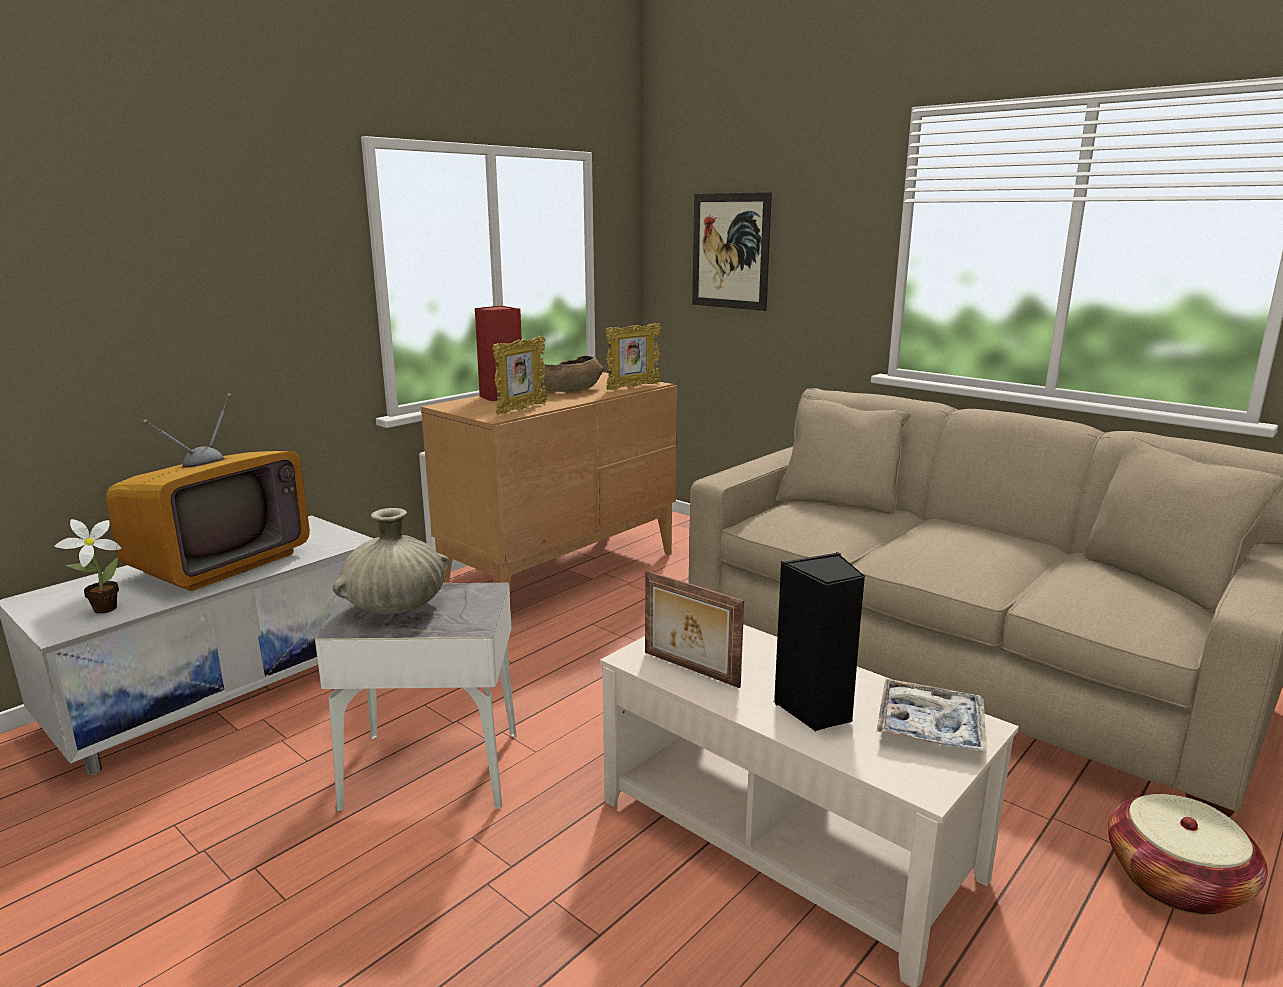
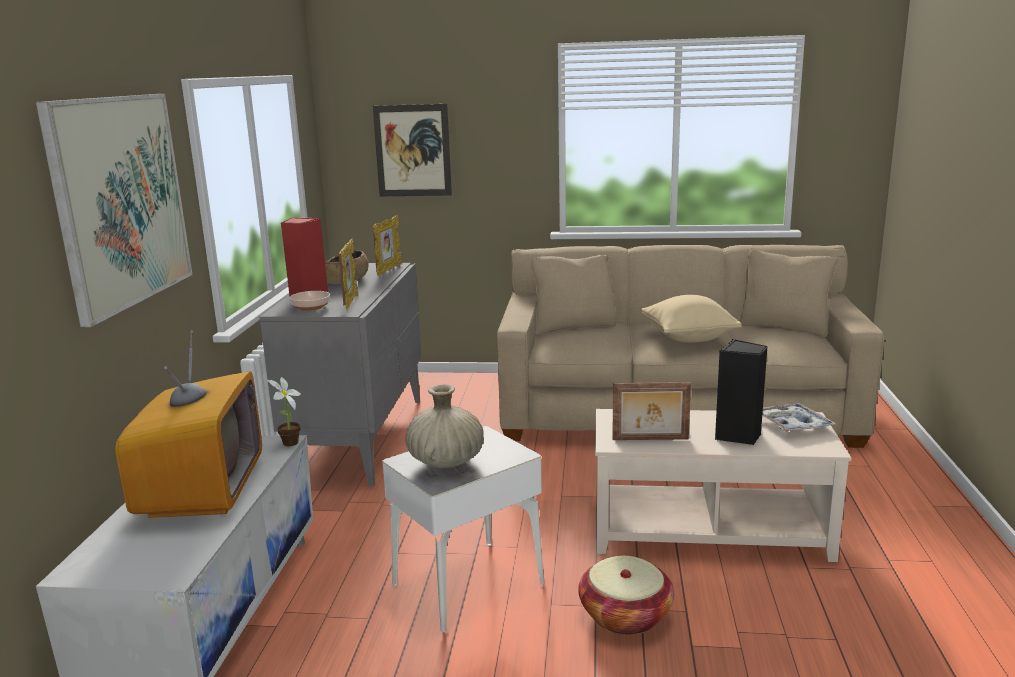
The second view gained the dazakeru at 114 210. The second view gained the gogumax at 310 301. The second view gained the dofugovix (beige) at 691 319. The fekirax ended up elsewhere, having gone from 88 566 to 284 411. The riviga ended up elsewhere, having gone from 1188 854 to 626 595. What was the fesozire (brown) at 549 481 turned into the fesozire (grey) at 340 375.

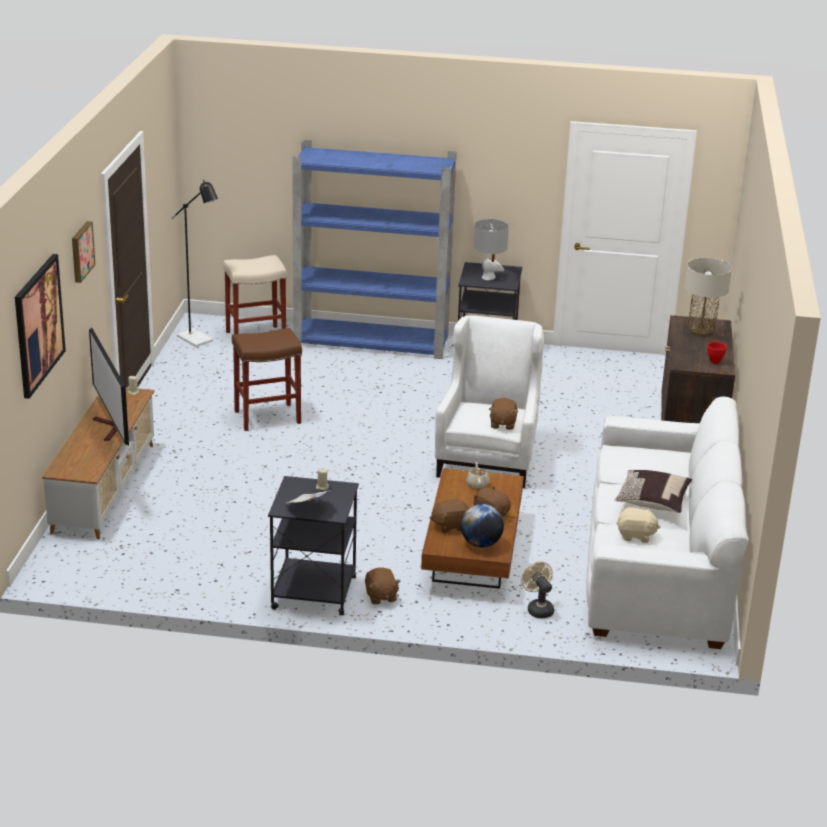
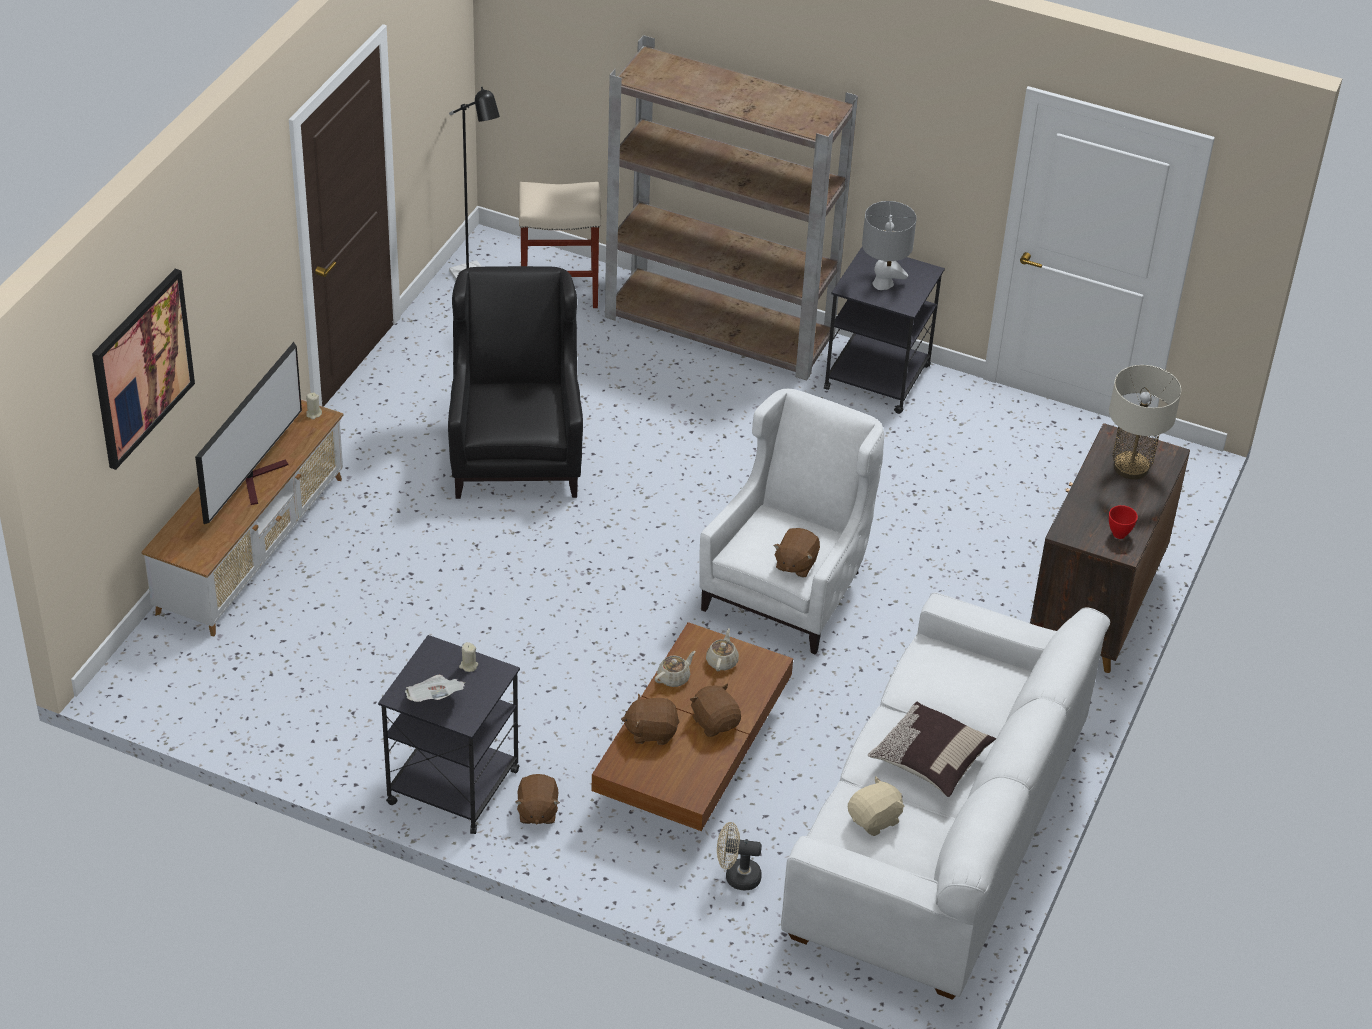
The second view lost the dazakeru at 83 252. The second view lost the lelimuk at 482 525. The second view gained the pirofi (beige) at 675 669. Where the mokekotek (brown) stood at 267 379, the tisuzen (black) came to stand at 515 382. What was the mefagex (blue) at 374 249 turned into the mefagex (brown) at 731 207. The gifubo at 109 386 ended up facing another way, 150 degrees counterclockwise from before. The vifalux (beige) at 537 590 ended up facing another way, 75 degrees counterclockwise from before. The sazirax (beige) at 638 525 ended up facing another way, 60 degrees counterclockwise from before.

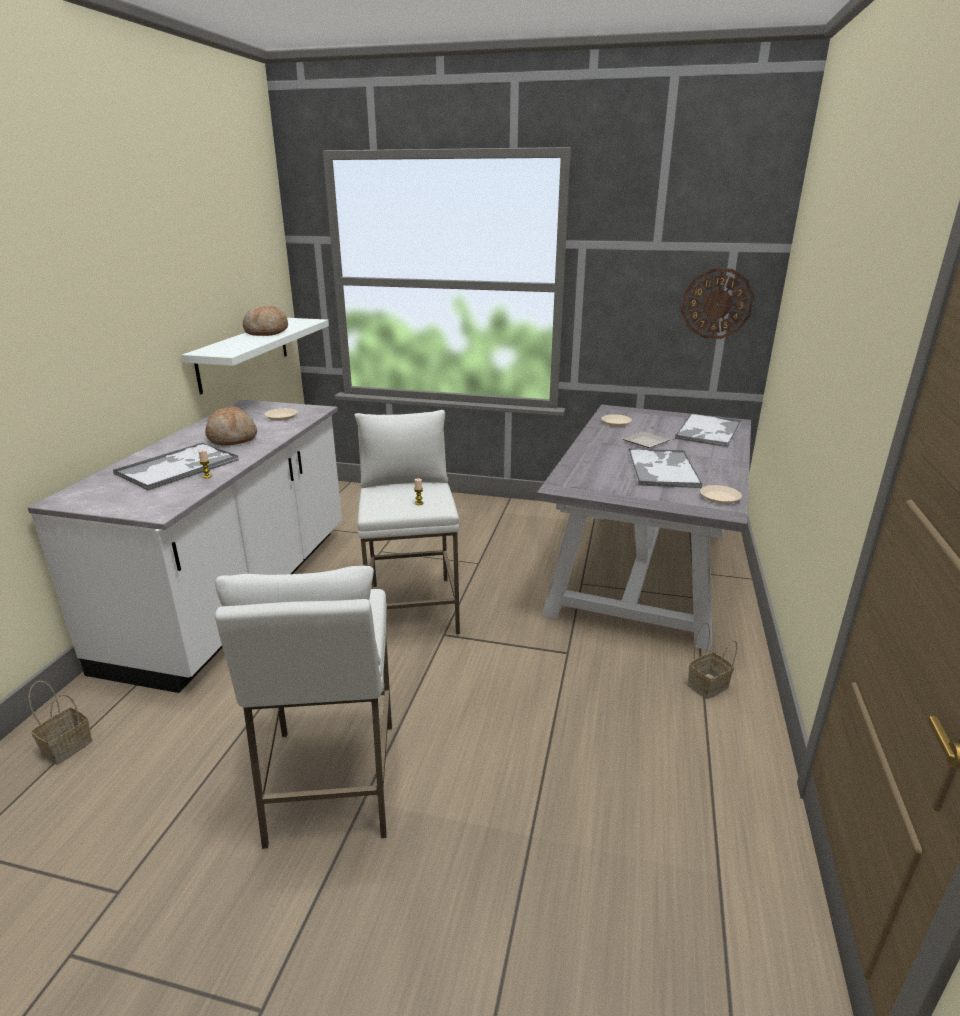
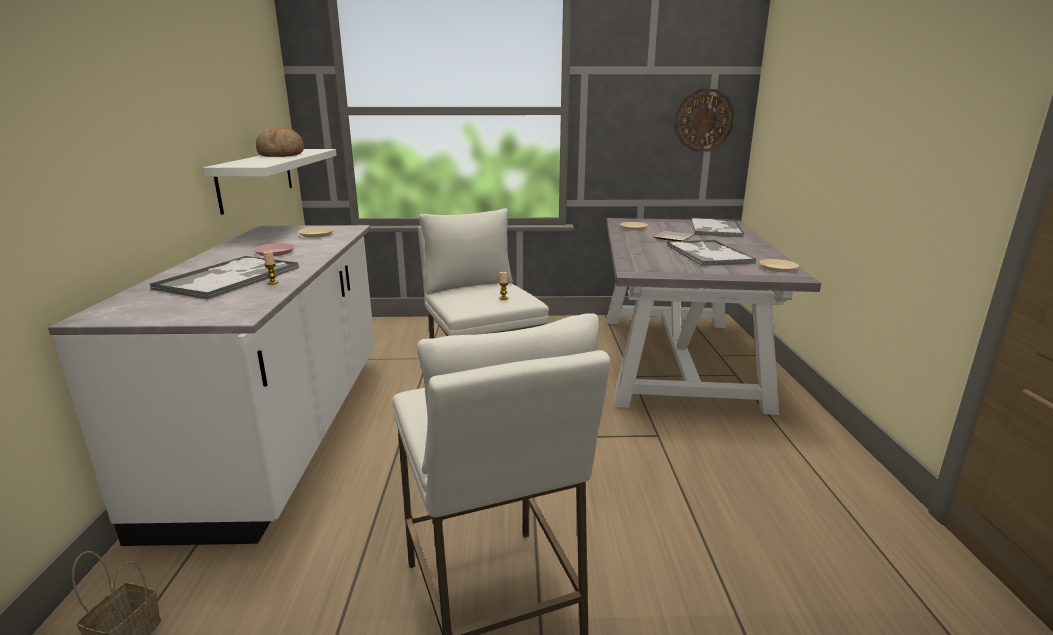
The second view lost the riviga at 712 661. Where the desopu stood at 231 426, the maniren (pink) came to stand at 274 249.

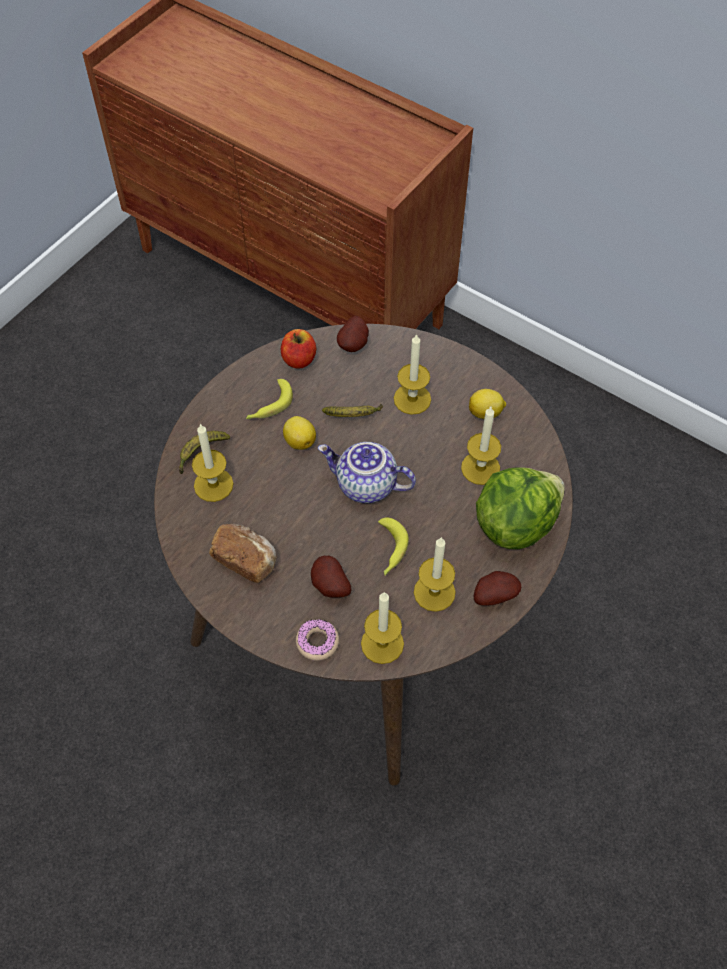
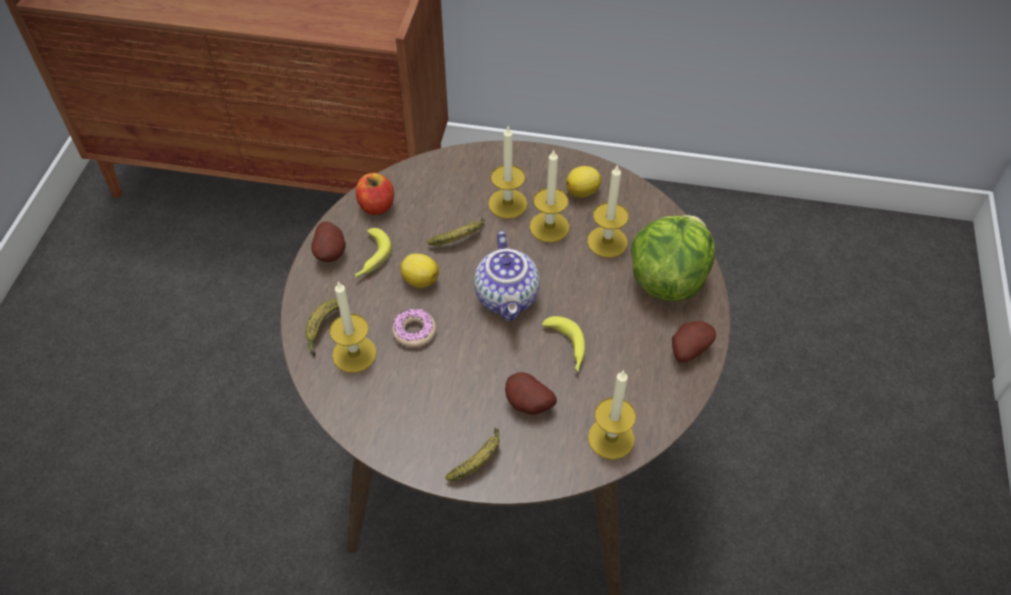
The second view lost the desopu at 243 553. The second view gained the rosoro at 472 454. The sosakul ended up elsewhere, having gone from 317 640 to 414 328. The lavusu ended up elsewhere, having gone from 353 334 to 328 241. The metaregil ended up elsewhere, having gone from 435 574 to 549 196. The pirofi at 367 472 ended up facing another way, 90 degrees counterclockwise from before.

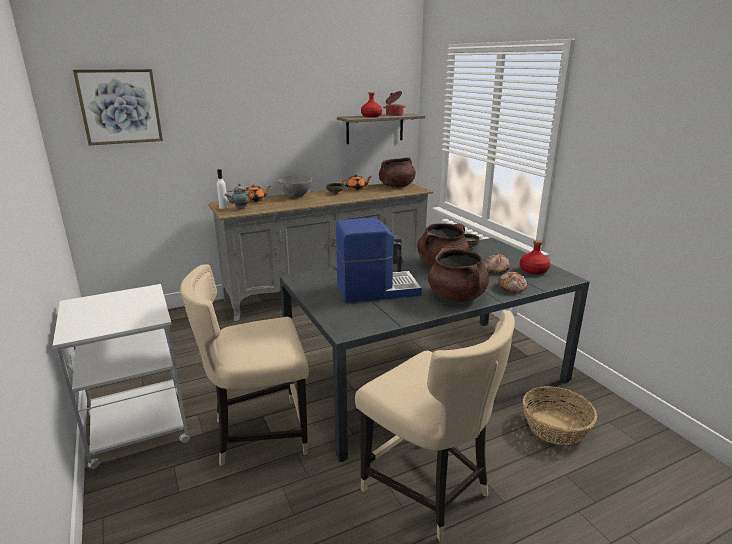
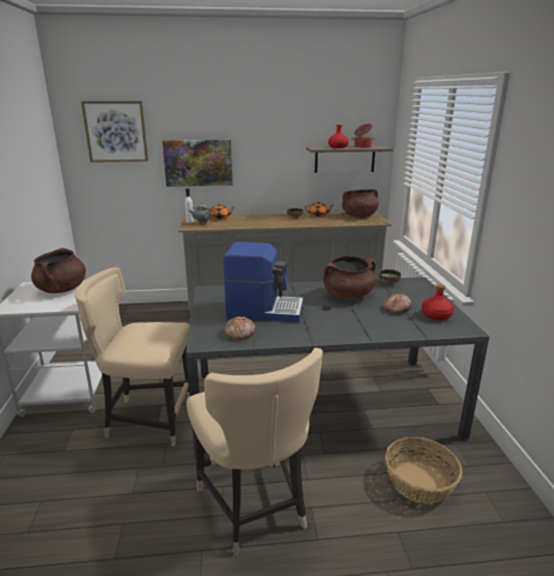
The second view lost the gogumax (grey) at 294 186. The second view gained the dazakeru at 197 163. The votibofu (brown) ended up elsewhere, having gone from 458 275 to 58 270. The desopu ended up elsewhere, having gone from 512 282 to 239 327.

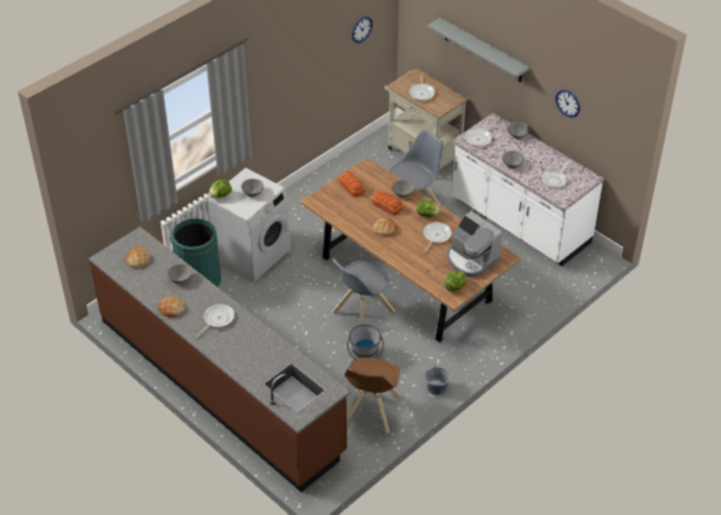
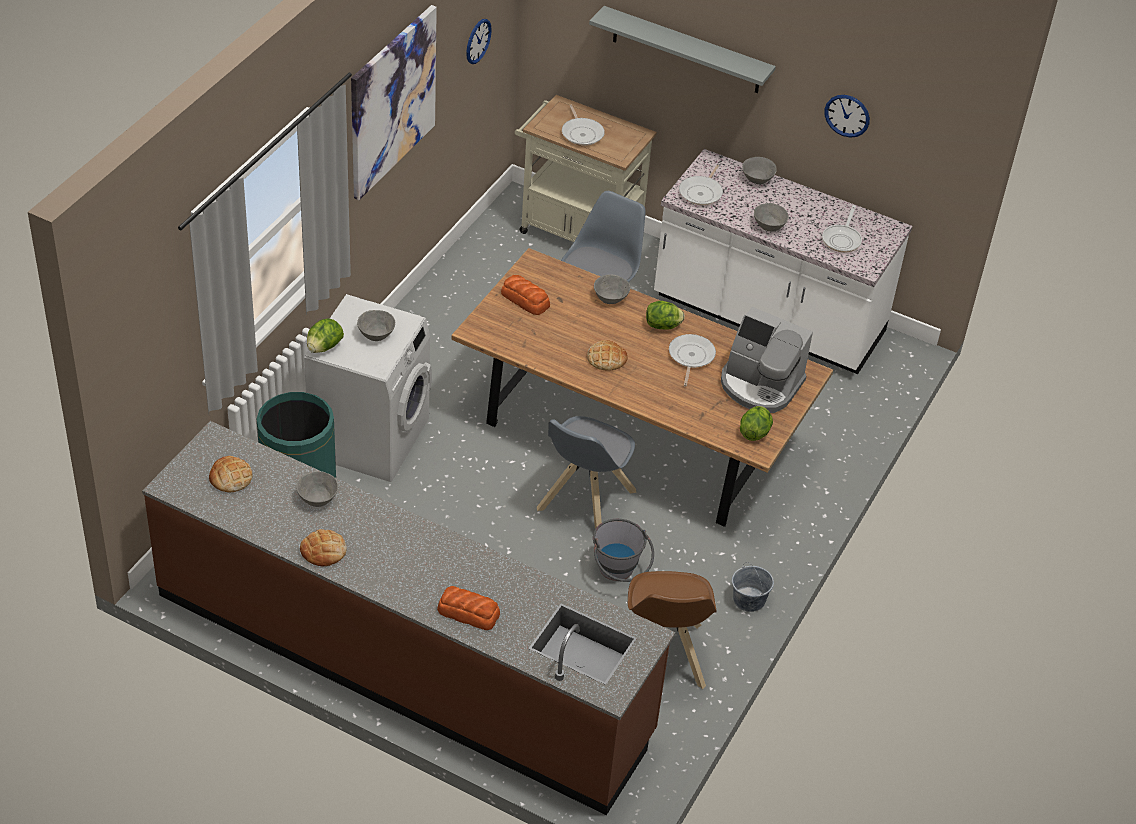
The second view lost the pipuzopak at 215 320. The second view gained the dazakeru at 394 102. The desopu ended up elsewhere, having gone from 387 203 to 468 608.

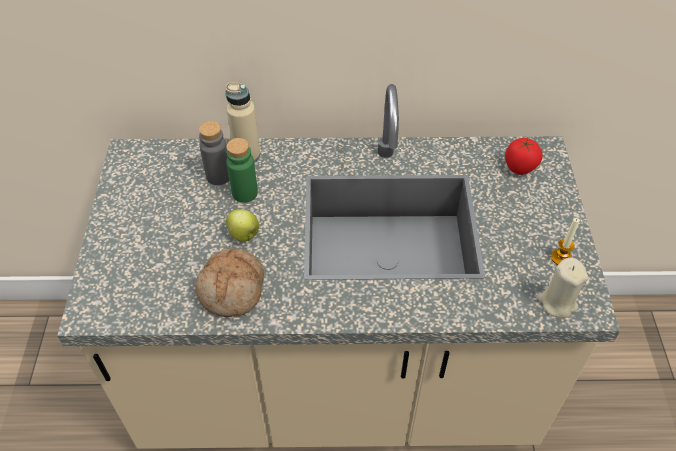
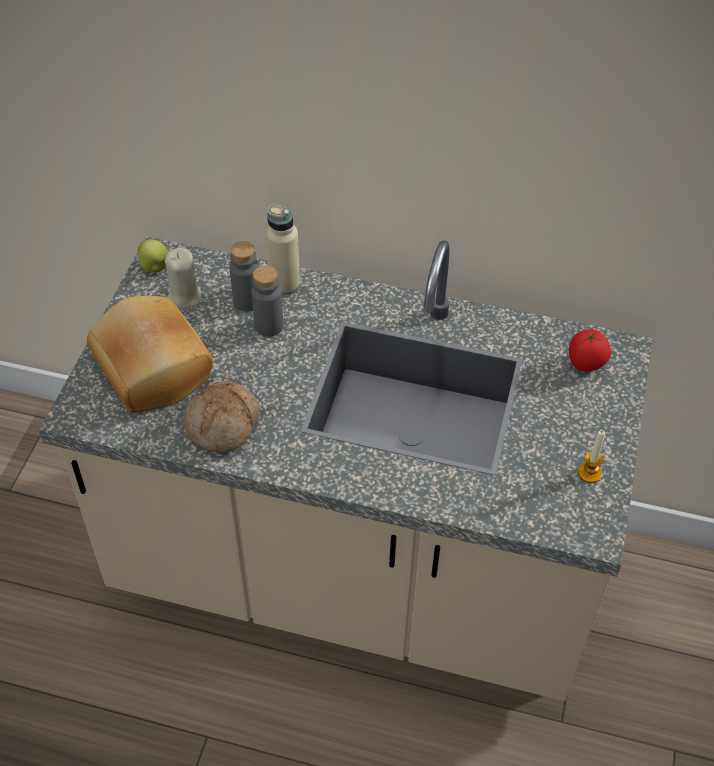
The second view gained the desopu at 150 354. The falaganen ended up elsewhere, having gone from 242 225 to 153 255. The metaregil (beige) ended up elsewhere, having gone from 562 288 to 183 279. What was the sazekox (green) at 242 170 turned into the sazekox (grey) at 268 301.

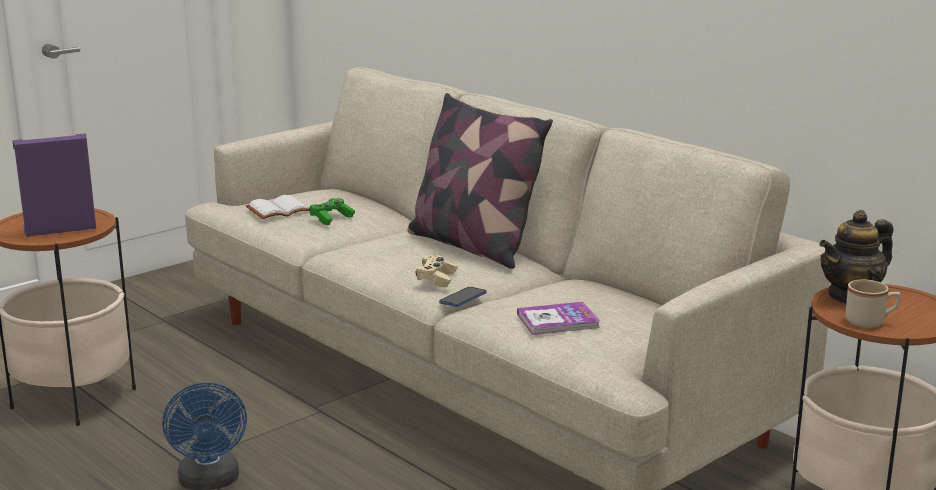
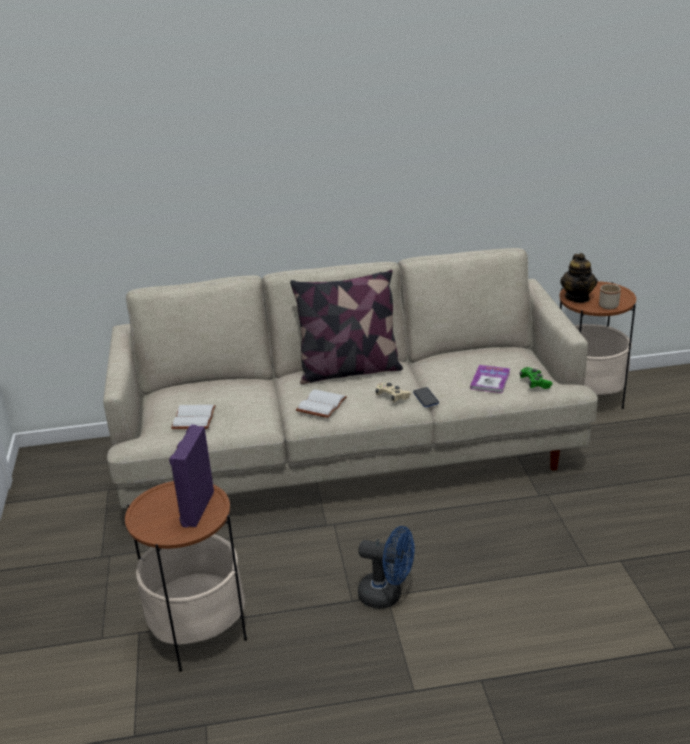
The second view gained the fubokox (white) at 321 403. The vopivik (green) ended up elsewhere, having gone from 332 211 to 535 378.

